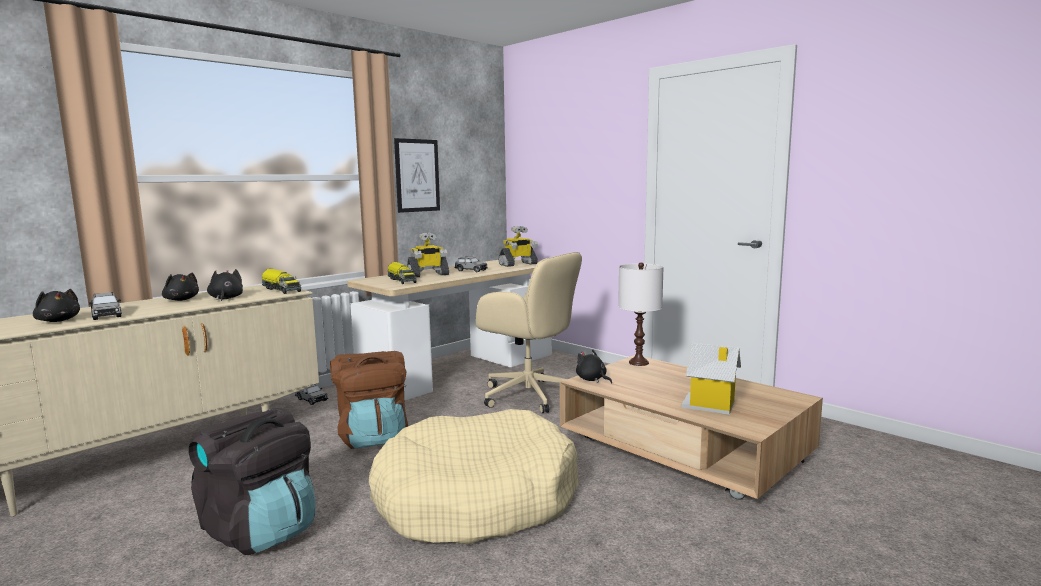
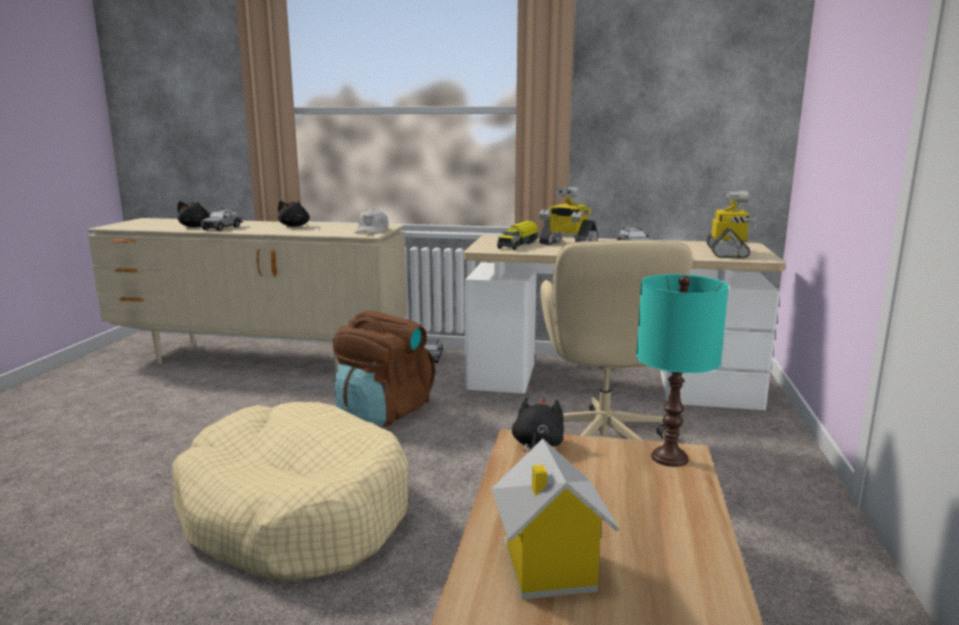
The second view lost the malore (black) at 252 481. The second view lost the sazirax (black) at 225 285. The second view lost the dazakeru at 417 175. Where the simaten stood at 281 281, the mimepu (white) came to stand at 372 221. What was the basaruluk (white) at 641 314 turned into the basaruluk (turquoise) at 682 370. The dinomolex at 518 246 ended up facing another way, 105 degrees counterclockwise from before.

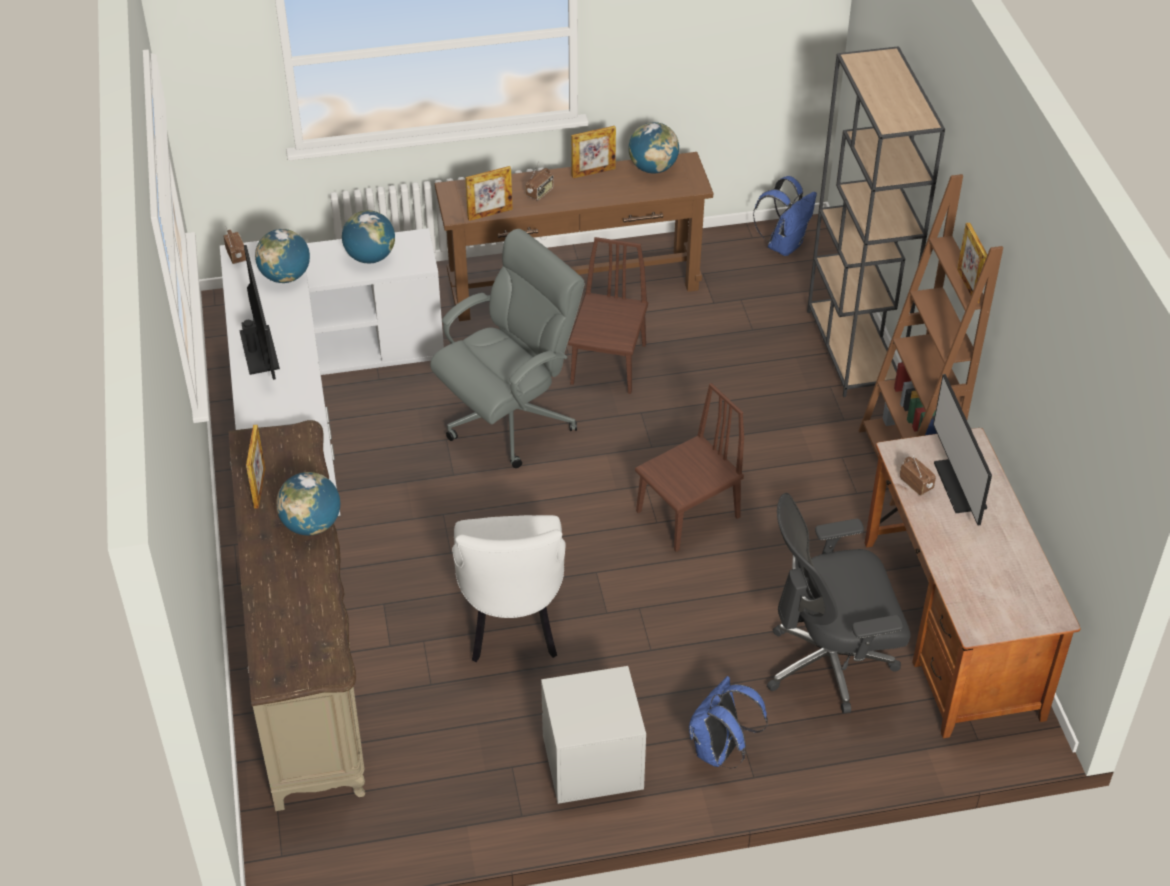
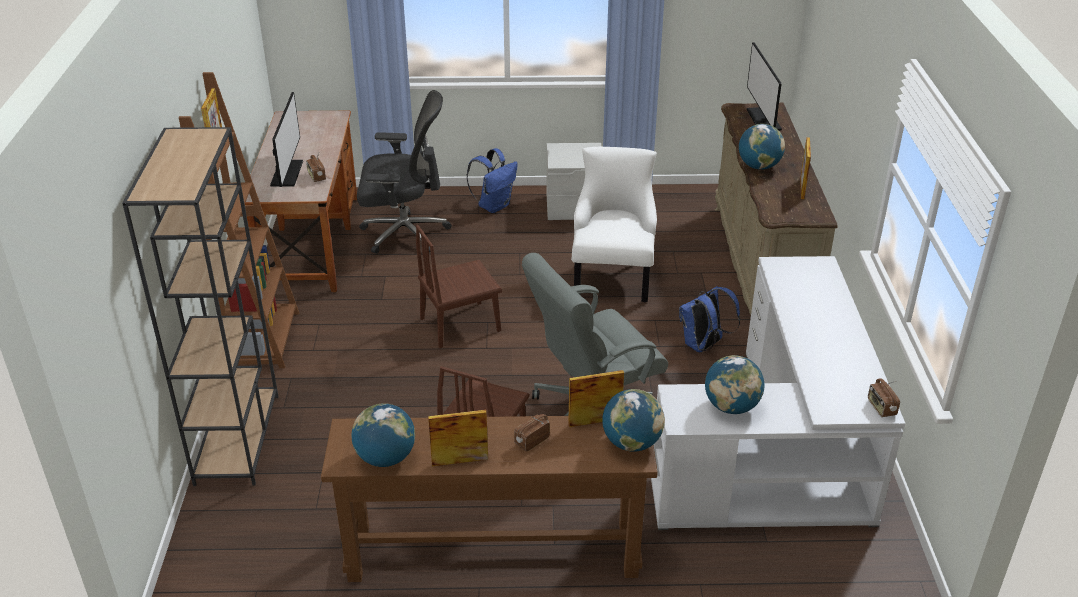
The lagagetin ended up elsewhere, having gone from 259 312 to 764 86. The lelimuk ended up elsewhere, having gone from 282 256 to 633 420. The malore (blue) ended up elsewhere, having gone from 785 216 to 709 319.

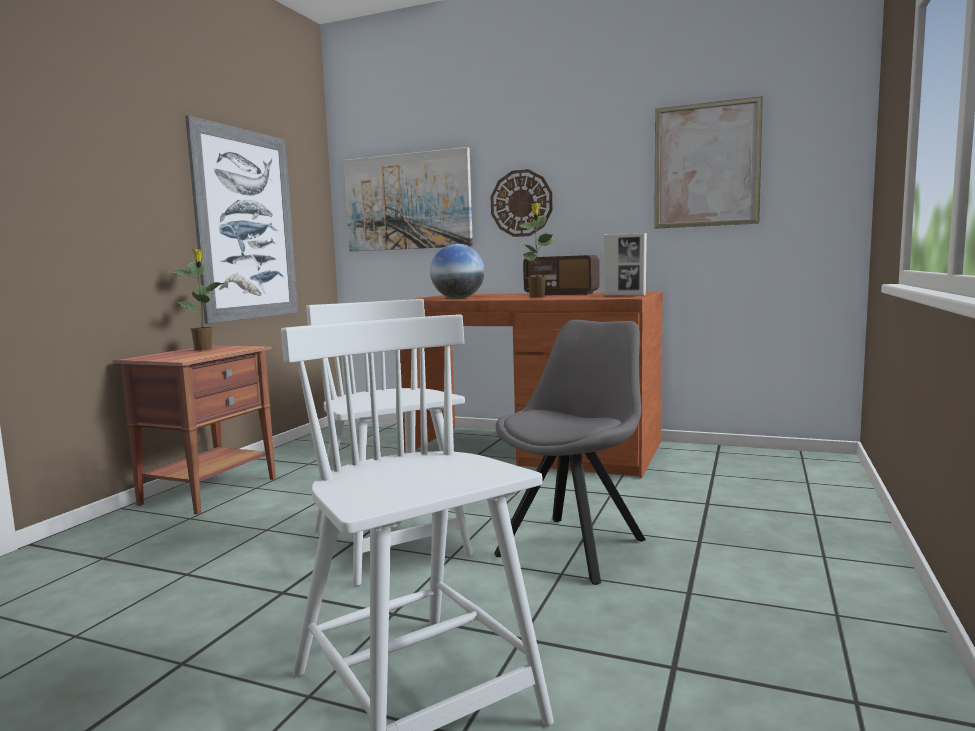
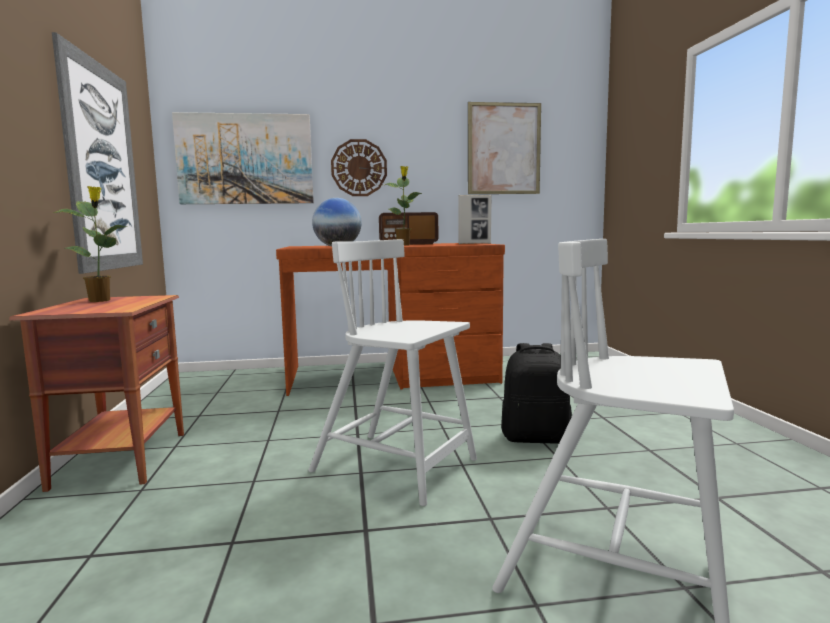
Where the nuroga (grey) stood at 570 452, the malore (black) came to stand at 536 393.

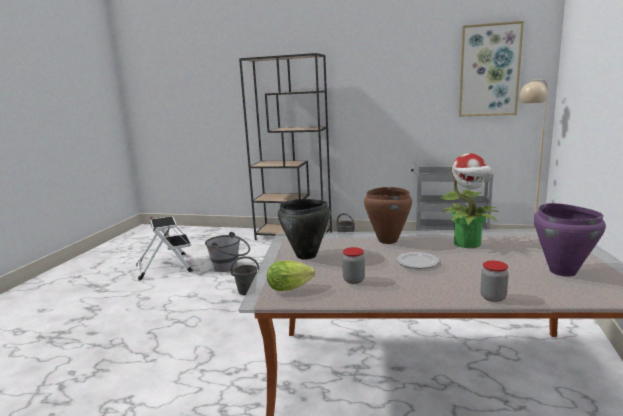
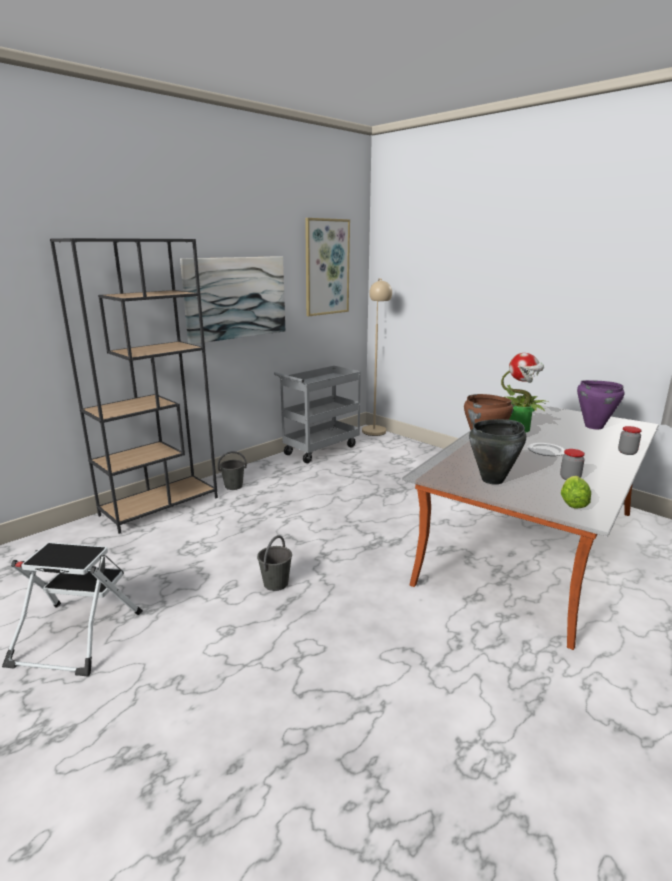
The second view lost the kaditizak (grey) at 227 252. The second view gained the dazakeru at 232 300.

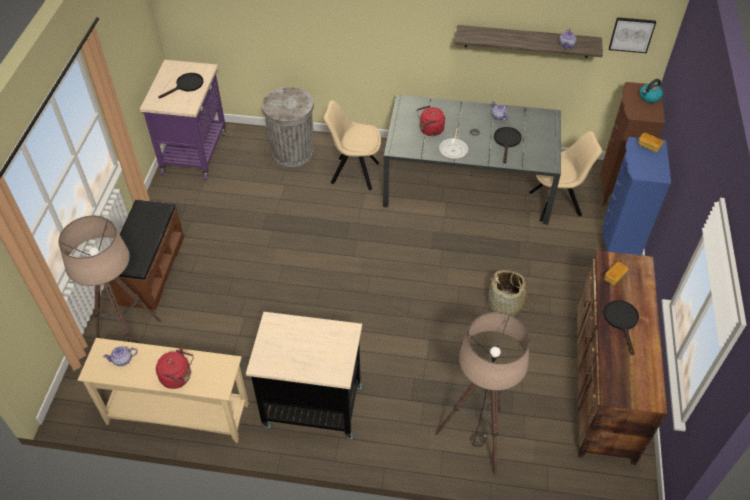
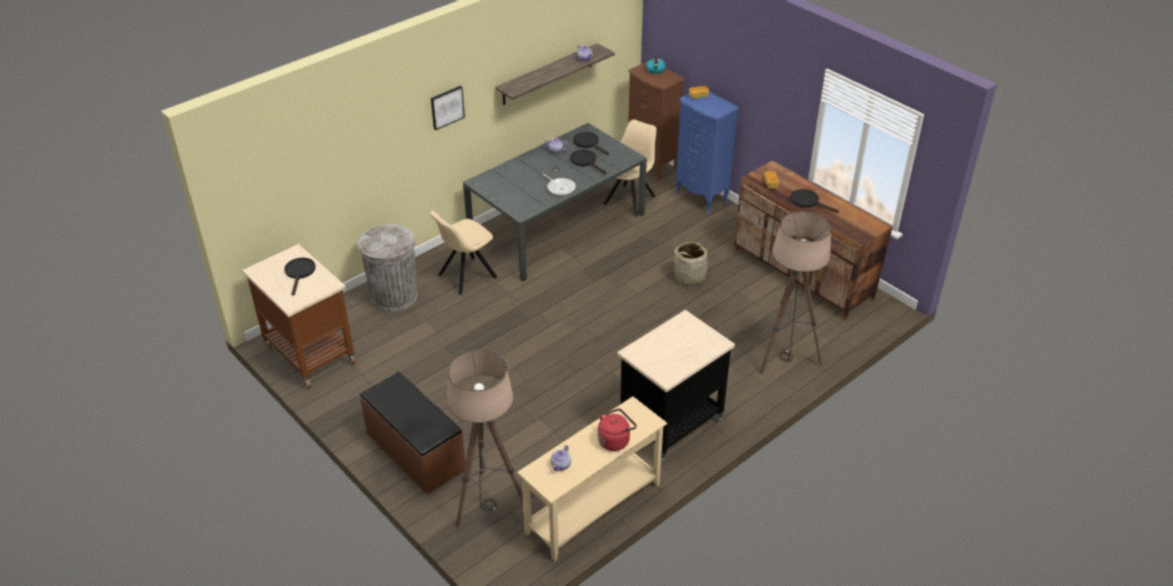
The second view lost the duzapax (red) at 431 120. The second view gained the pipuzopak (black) at 591 143. The dazakeru ended up elsewhere, having gone from 632 35 to 448 108. What was the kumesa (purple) at 183 120 turned into the kumesa (brown) at 299 316.

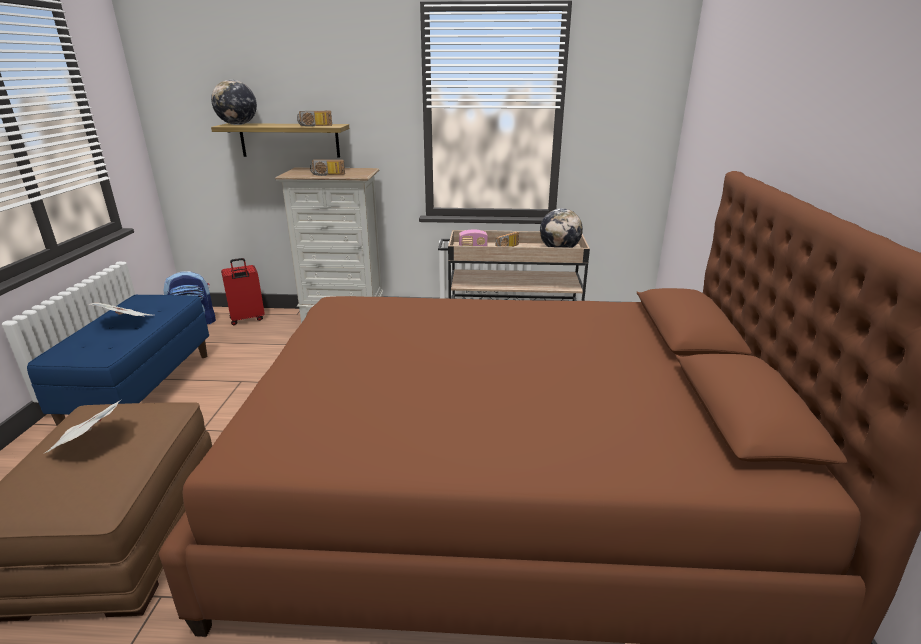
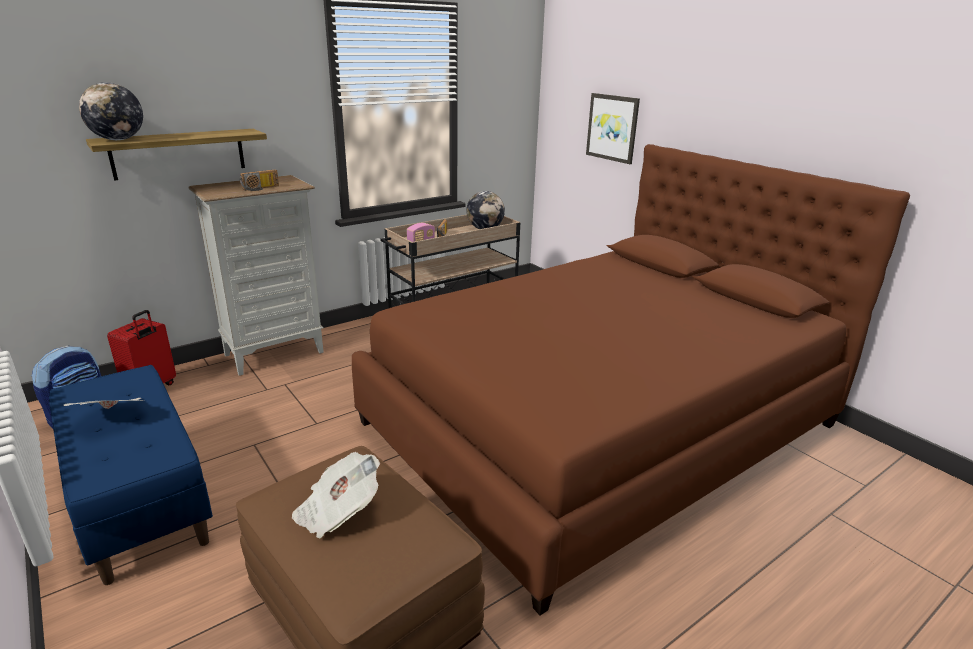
The second view lost the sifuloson at 314 119. The second view gained the dazakeru at 613 128.

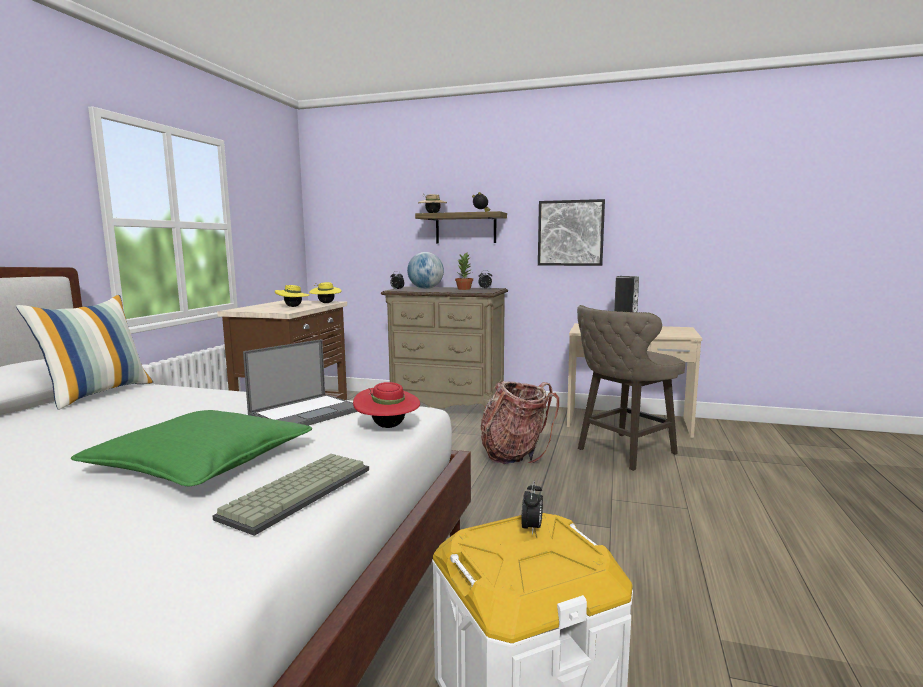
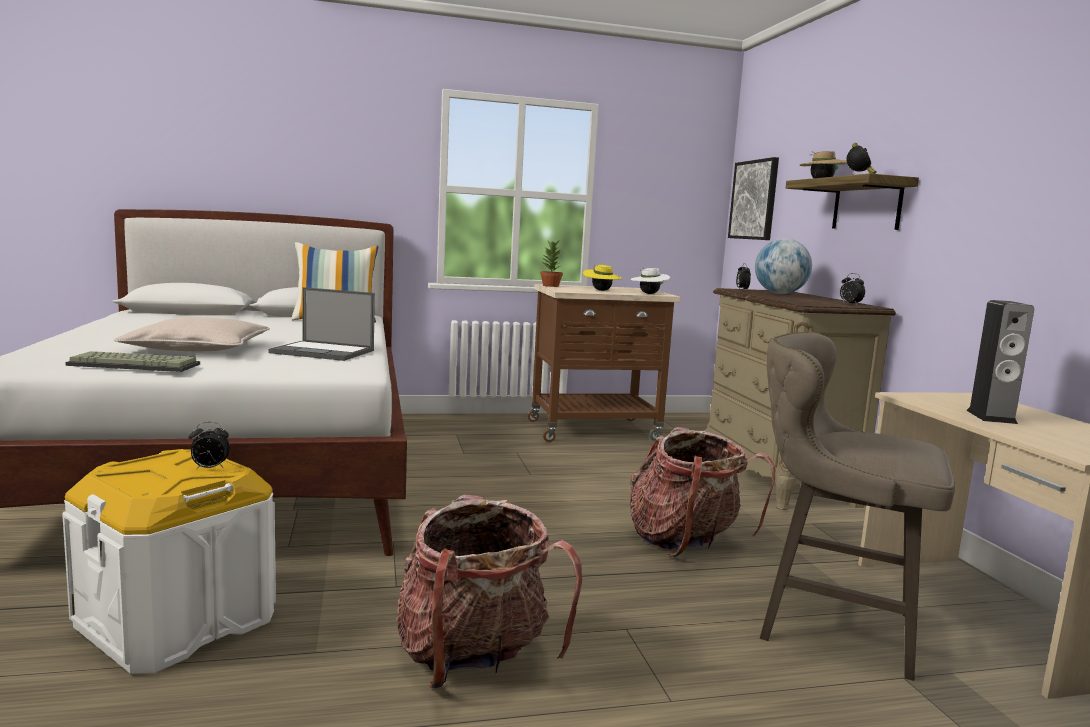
The second view lost the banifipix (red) at 386 405. The second view gained the malore at 489 591. The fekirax ended up elsewhere, having gone from 464 271 to 551 263. The dazakeru ended up elsewhere, having gone from 571 232 to 753 198. What was the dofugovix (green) at 191 448 turned into the dofugovix (beige) at 191 334. What was the banifipix (yellow) at 325 292 turned into the banifipix (white) at 650 280.

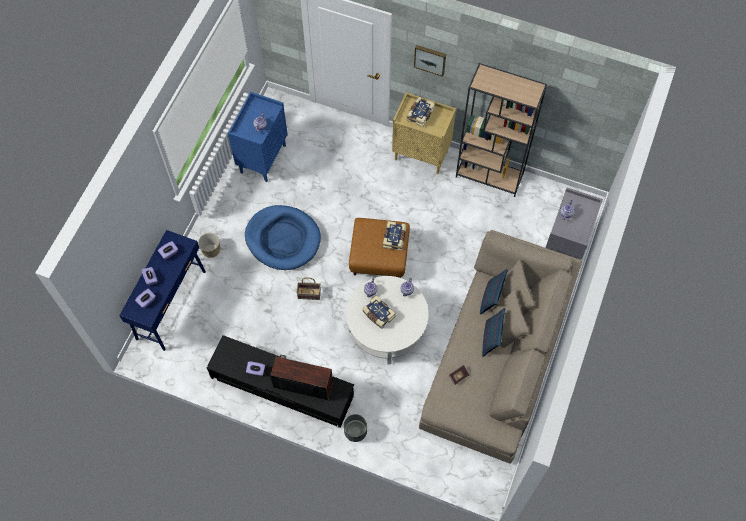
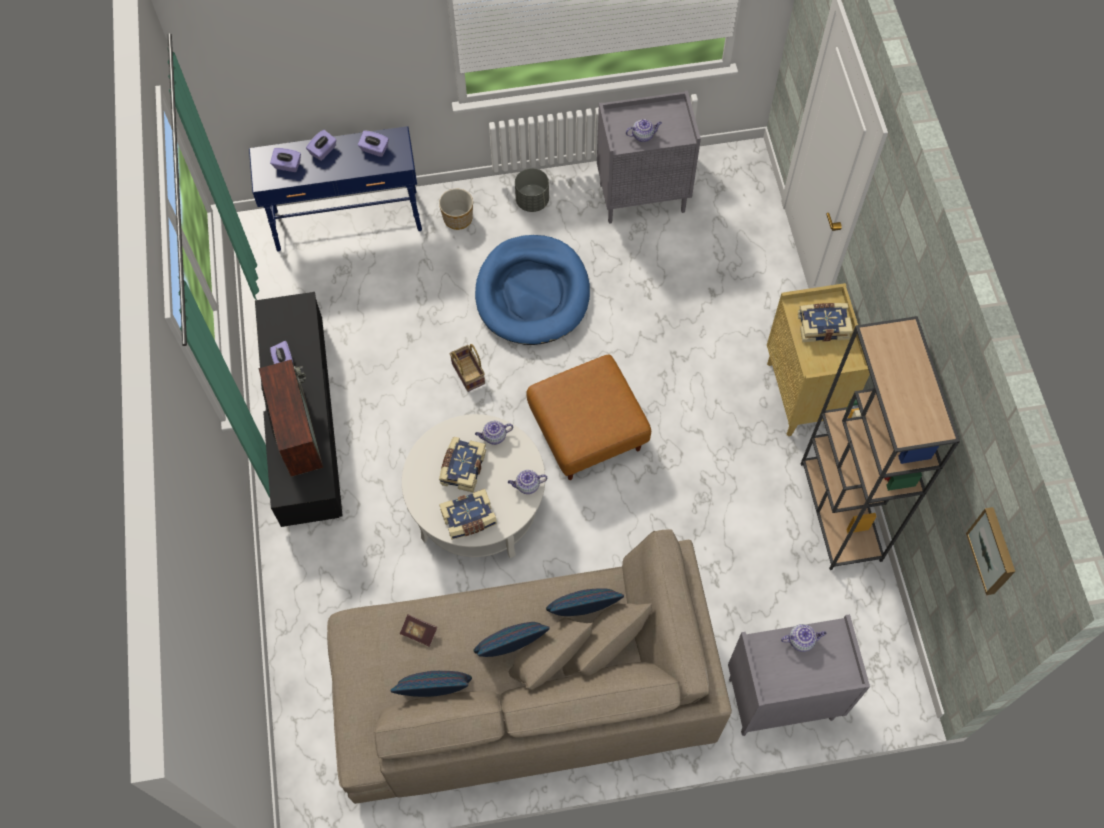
The second view gained the dofugovix (blue) at 431 684. The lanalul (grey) ended up elsewhere, having gone from 355 428 to 532 190. The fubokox ended up elsewhere, having gone from 394 236 to 468 514. The dazakeru ended up elsewhere, having gone from 430 61 to 990 551. What was the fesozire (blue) at 258 137 turned into the fesozire (grey) at 649 157.

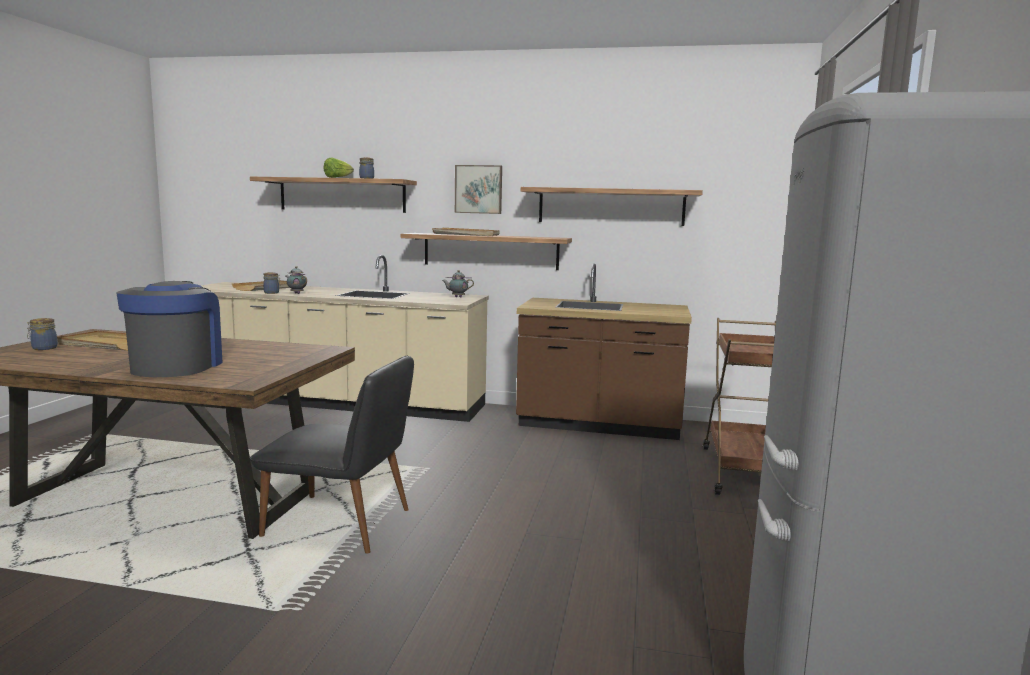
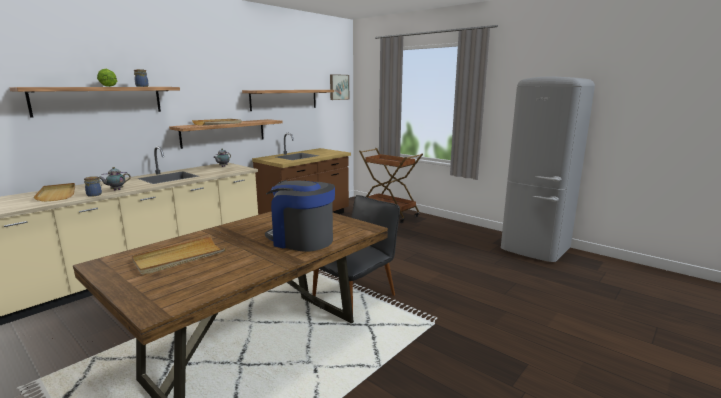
The second view lost the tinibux at 42 334. The dazakeru ended up elsewhere, having gone from 478 189 to 339 87.

